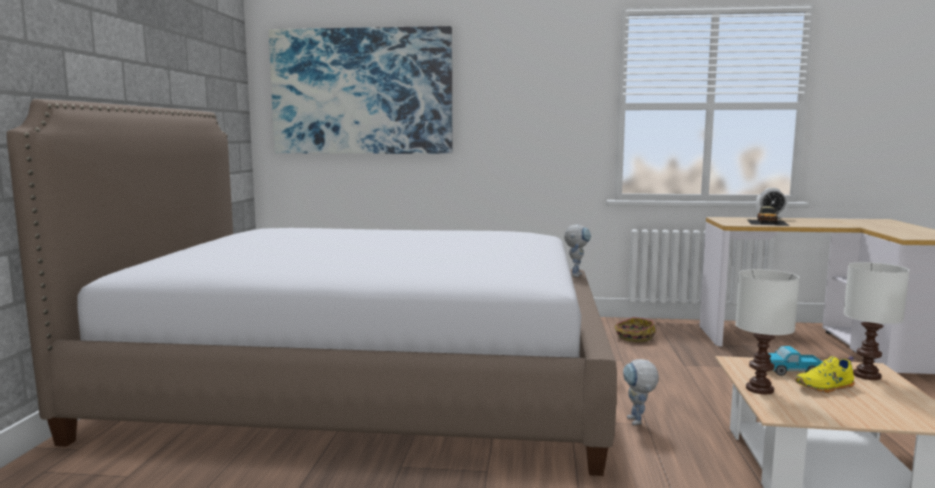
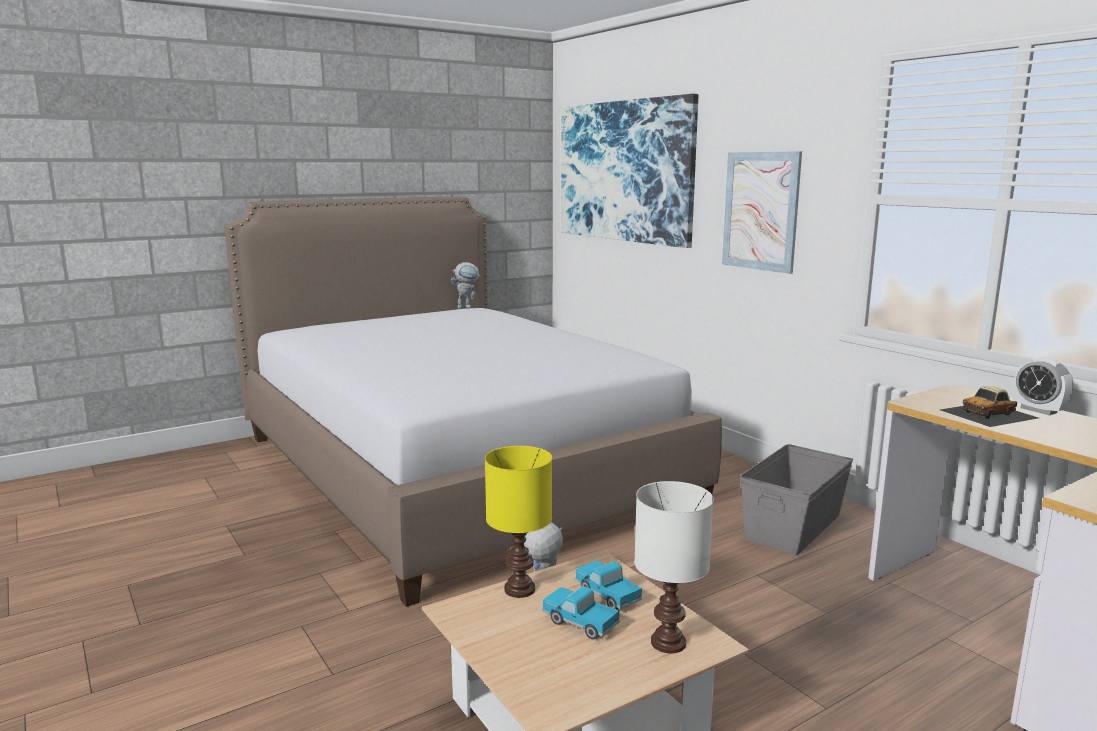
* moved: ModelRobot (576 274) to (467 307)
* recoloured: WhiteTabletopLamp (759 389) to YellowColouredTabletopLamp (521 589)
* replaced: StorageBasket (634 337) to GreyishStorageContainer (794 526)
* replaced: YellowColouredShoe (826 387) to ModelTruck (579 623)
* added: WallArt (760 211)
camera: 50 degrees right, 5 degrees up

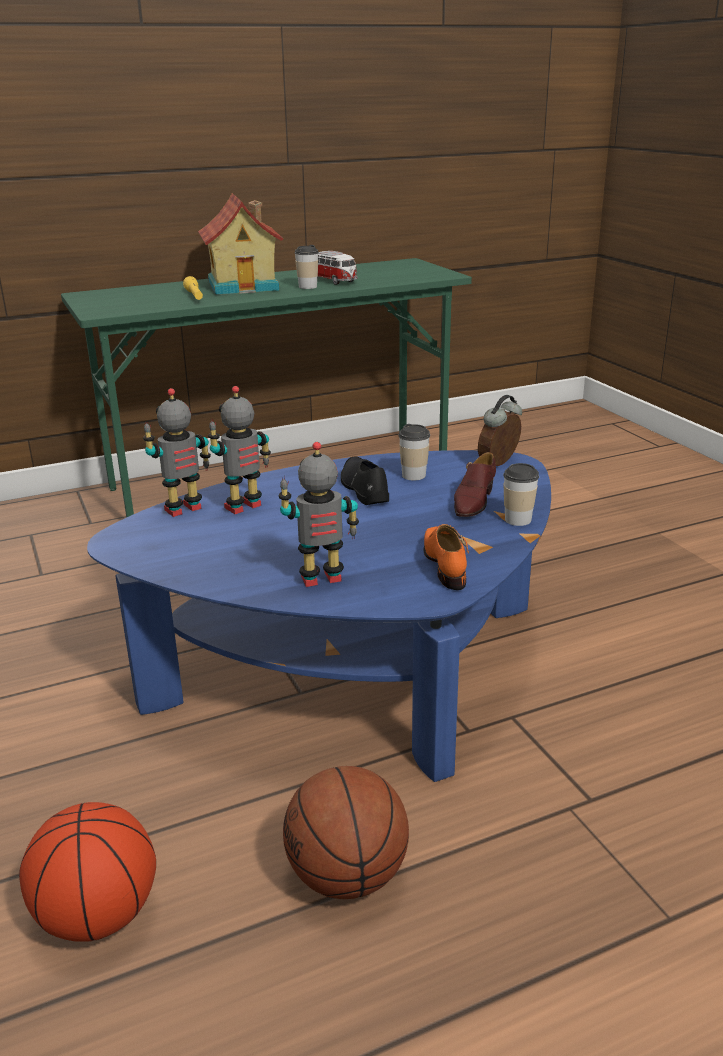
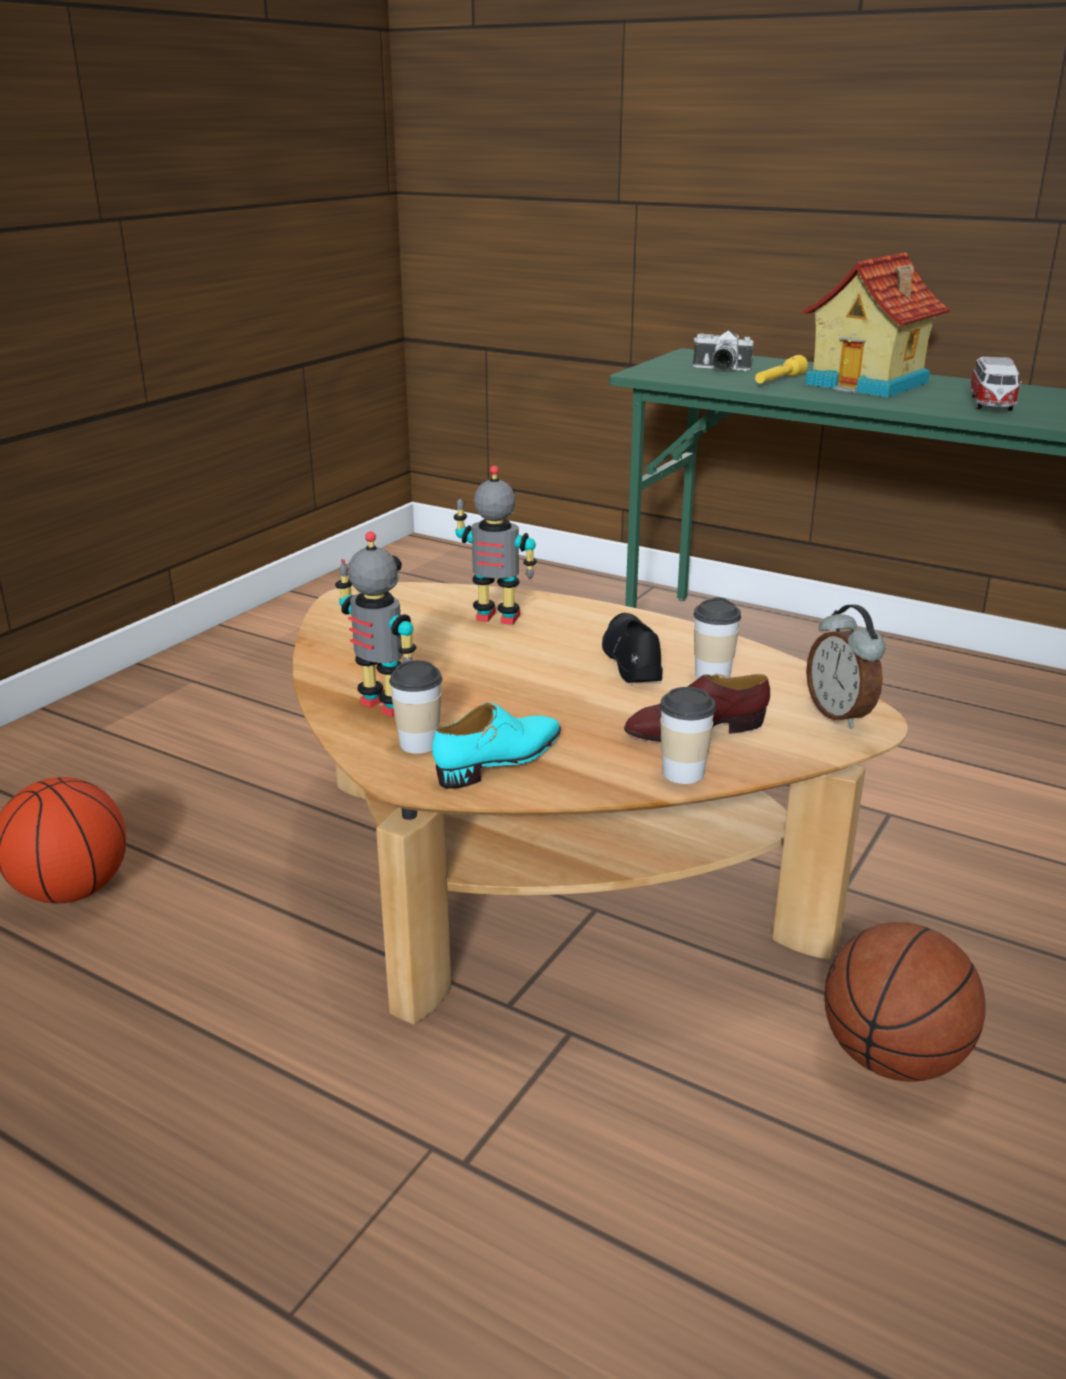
* moved: DrinkingCup (307 287) to (419 743)
* removed: ModelRobot (184 510)
* turned: AlarmClock (499 464) = (840 714) 120 degrees counterclockwise
* recoloured: BlueColouredCoffeeTable (356 666) to BrownColouredCoffeeTable (545 875)
* turned: BlackColouredShoe (364 488) = (632 659) 45 degrees counterclockwise
* recoloured: OrangeShoe (445 563) to BlueGreenShoe (500 760)
* moved: BallForBasketball (348 876) to (892 1059)
* added: PhotoCamera (720 369)
camera: 55 degrees right, 0 degrees up

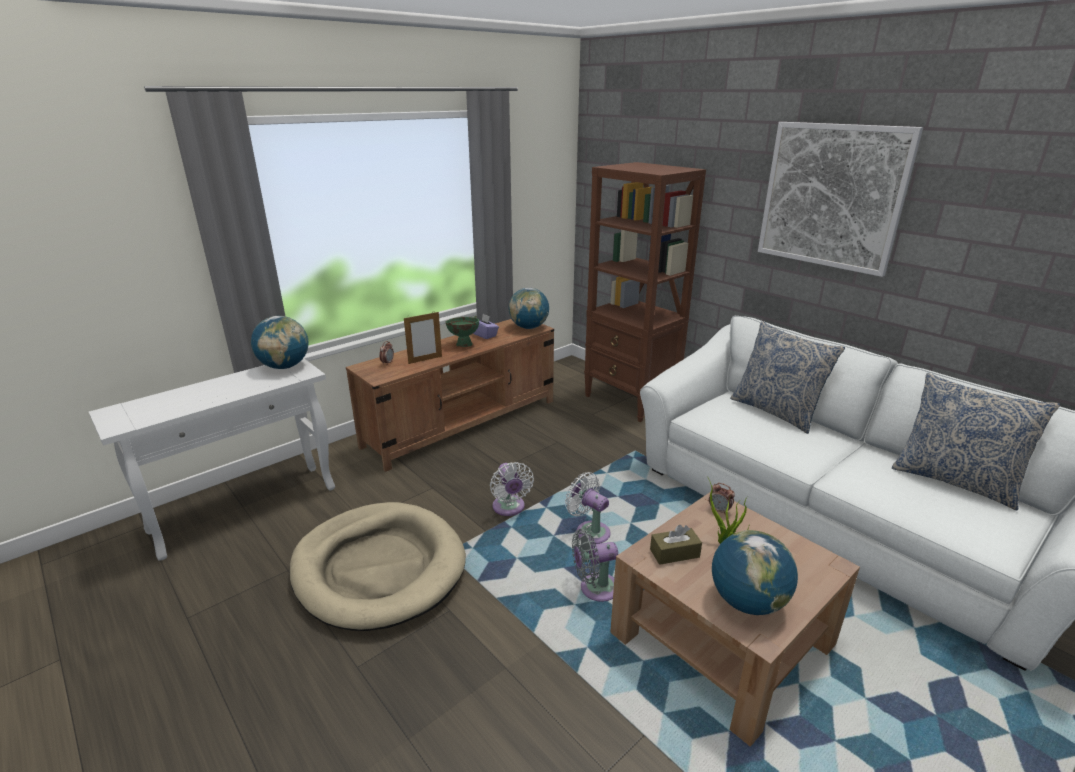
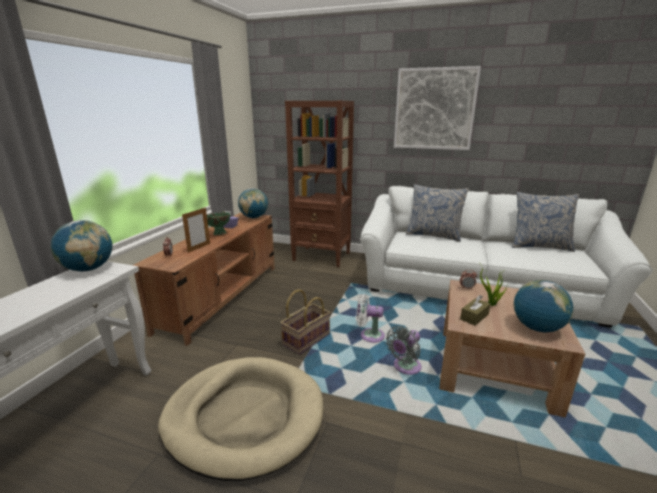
* replaced: WhiteElectricFan (509 508) to StorageBasket (306 339)
camera: 30 degrees left, 5 degrees down

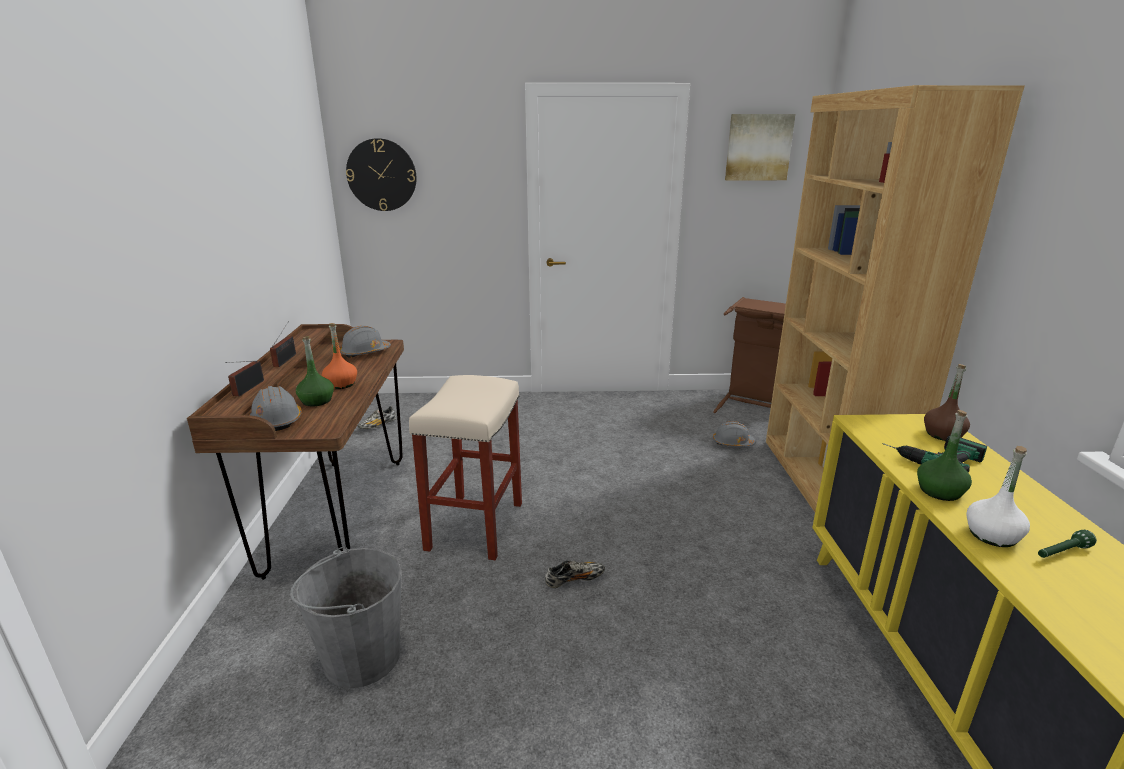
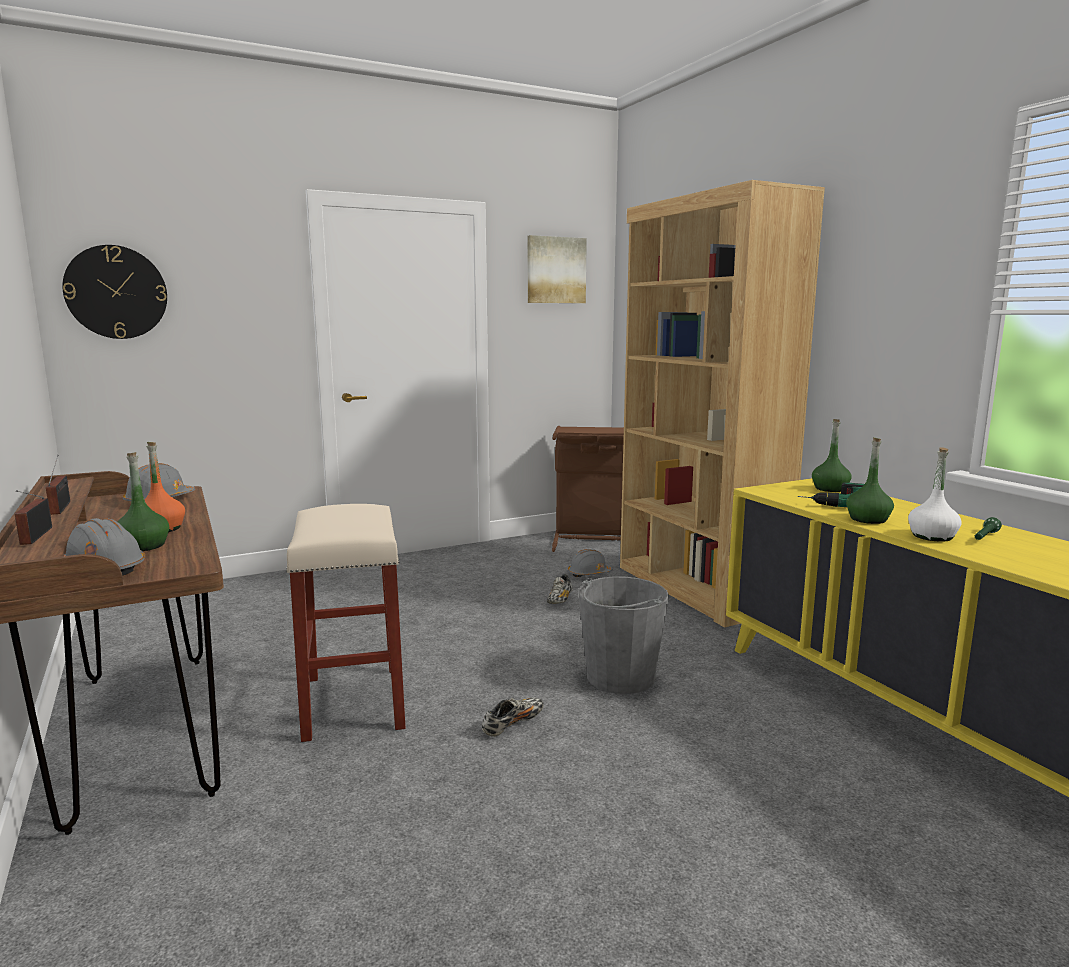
* recoloured: BrownColouredBottle (943 434) to GreenishBottle (830 489)
* moved: Shoe (378 425) to (560 600)
* moved: GreyishWaterBucket (361 657) to (620 677)
camera: 25 degrees left, 10 degrees down

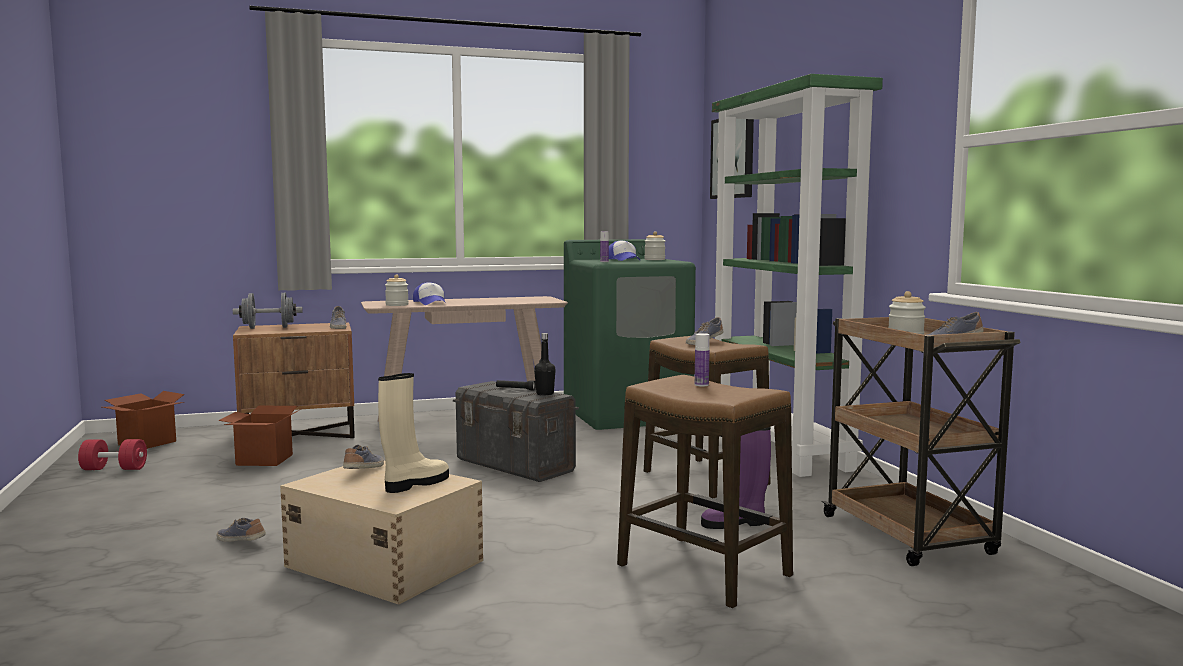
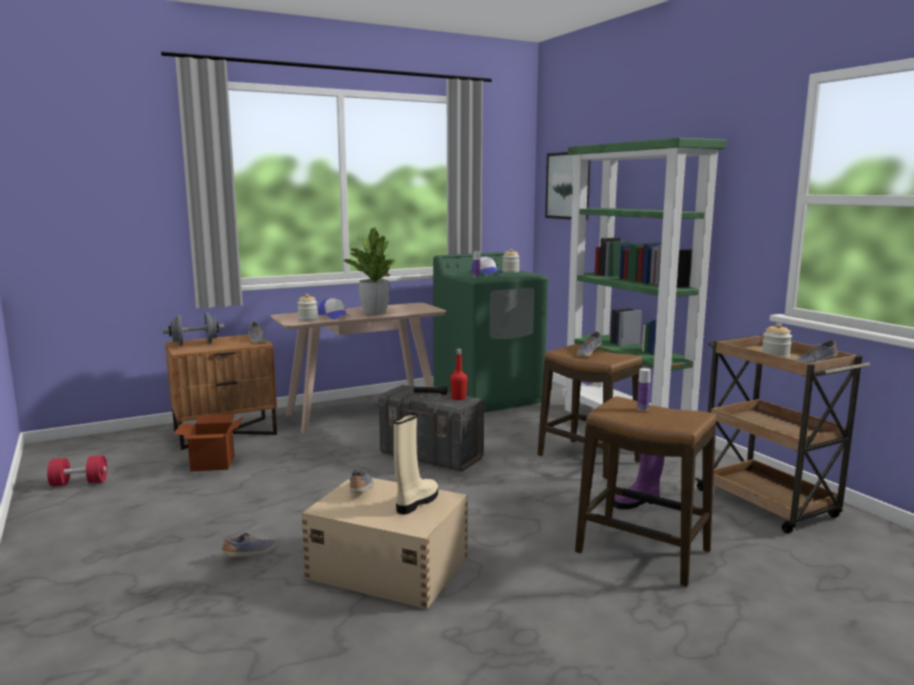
* recoloured: BlackColouredBottle (545 394) to RedColouredBottle (458 398)
* removed: CardboardBox (147 443)
* turned: Shoe (242 541) = (250 554) 120 degrees clockwise
* added: PlantInAPot (374 313)
camera: 10 degrees left, 5 degrees up

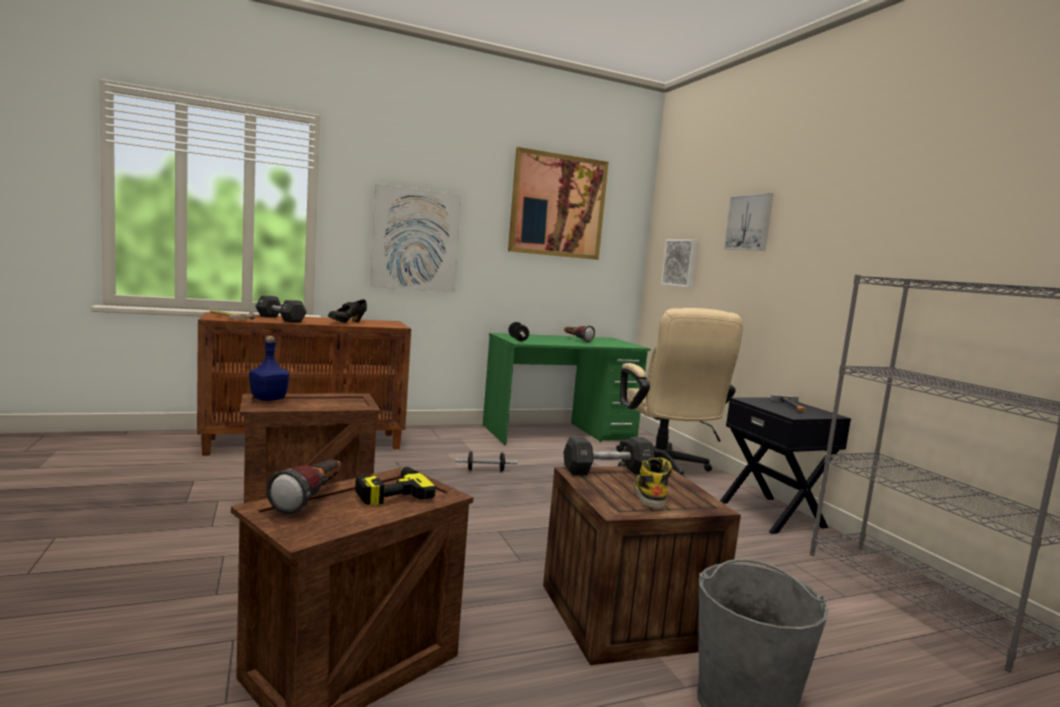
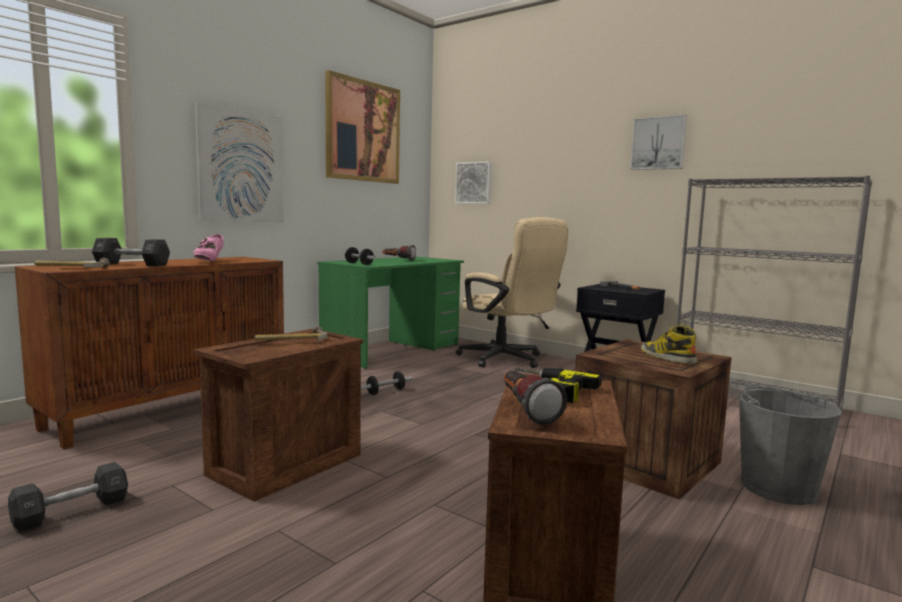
* moved: WallArt (750 222) to (658 143)
* recoloured: BlackColouredShoe (347 323) to PinkShoe (209 261)
* removed: BlueColouredBottle (268 399)
* moved: BlackColouredDumbbell (607 471) to (71 511)
* added: ToolHammer (291 340)
camera: 30 degrees left, 0 degrees up

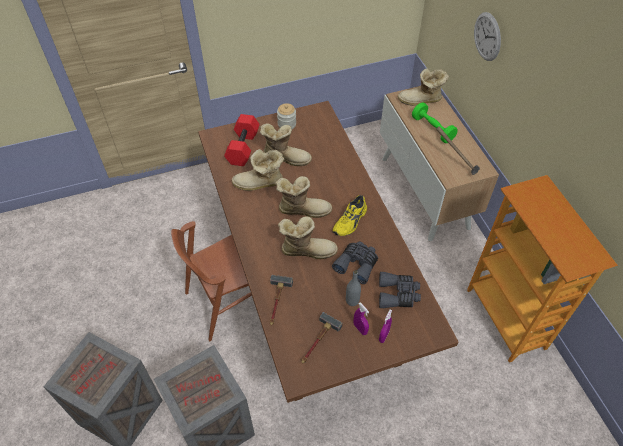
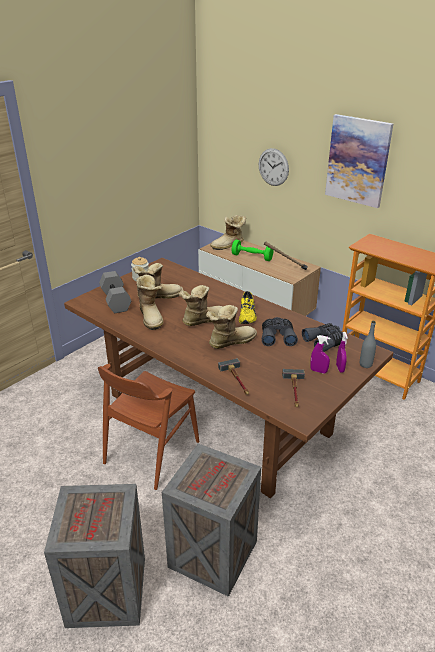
* recoloured: RedColouredDumbbell (244 148) to GreyishDumbbell (116 301)
* turned: Boot (260 184) = (151 317) 75 degrees counterclockwise
* moved: GreyishBottle (352 300) to (365 364)
* added: WallArt (358 161)
camera: 30 degrees left, 20 degrees down

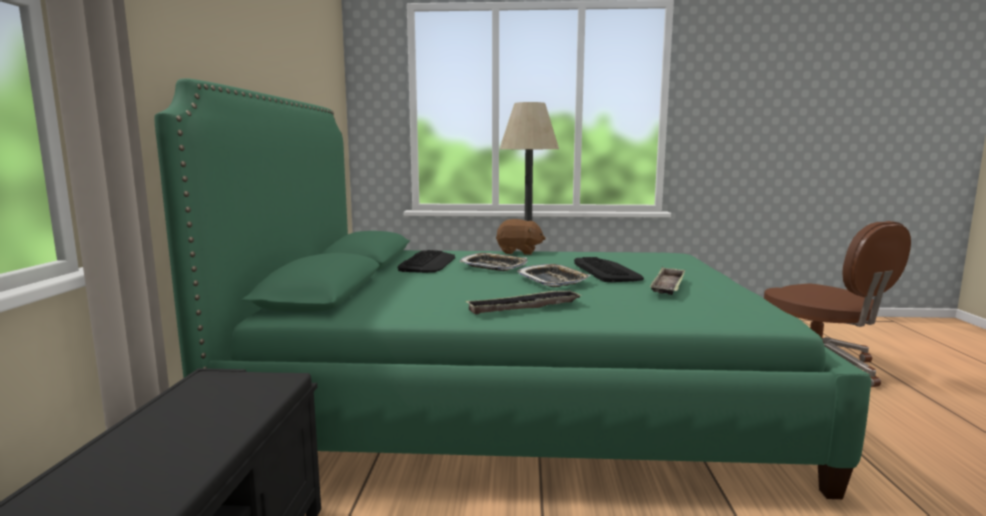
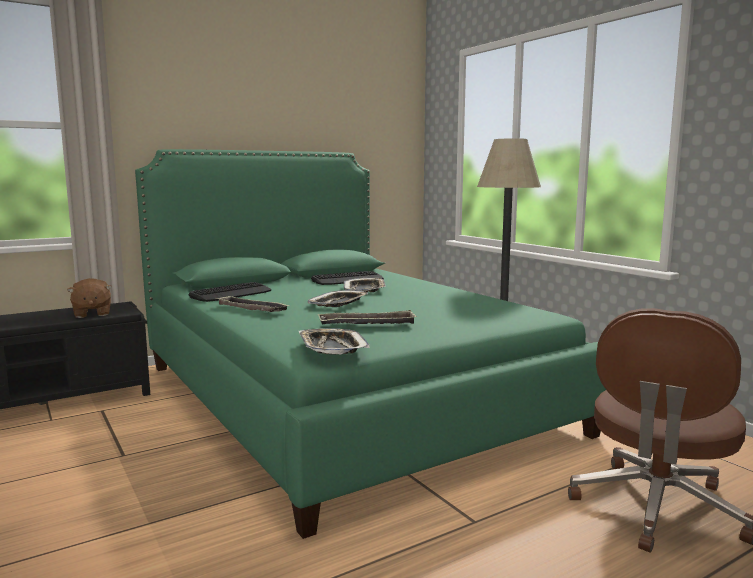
* moved: BrownColouredPlushToy (519 252) to (91 313)
* moved: ComputerKeyboard (606 271) to (231 293)
* added: Tray (332 347)
camera: 55 degrees right, 0 degrees up

